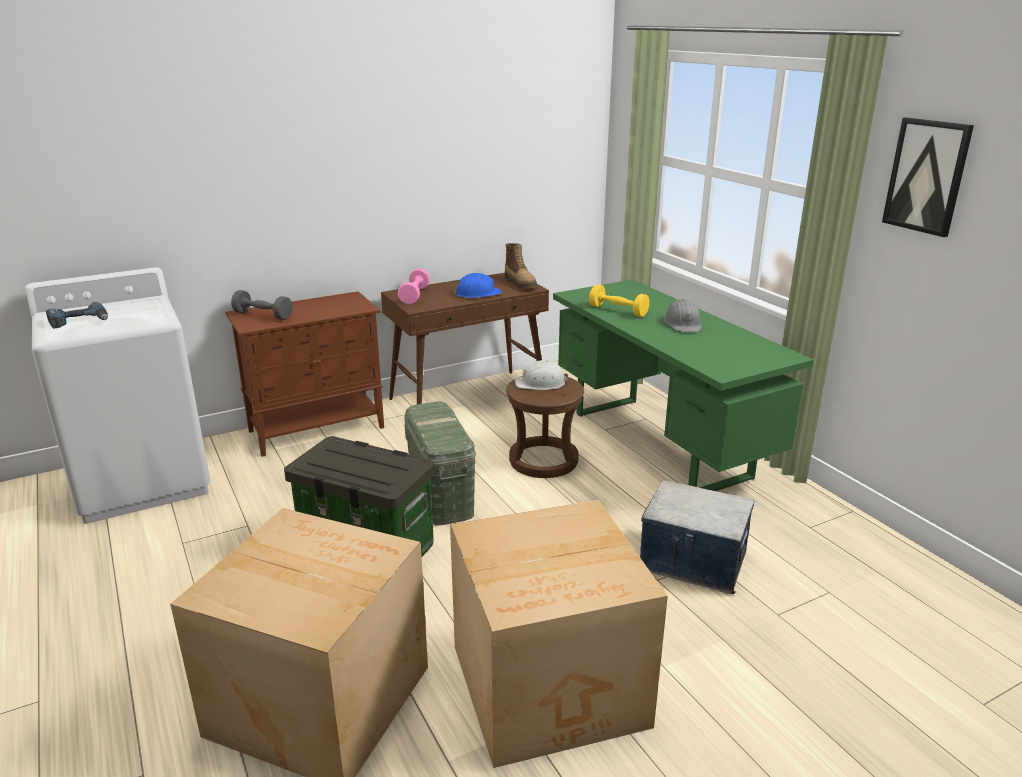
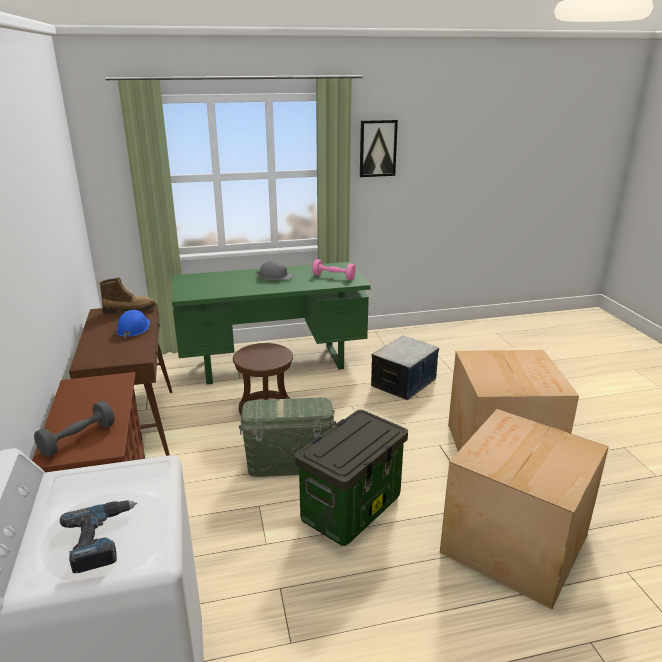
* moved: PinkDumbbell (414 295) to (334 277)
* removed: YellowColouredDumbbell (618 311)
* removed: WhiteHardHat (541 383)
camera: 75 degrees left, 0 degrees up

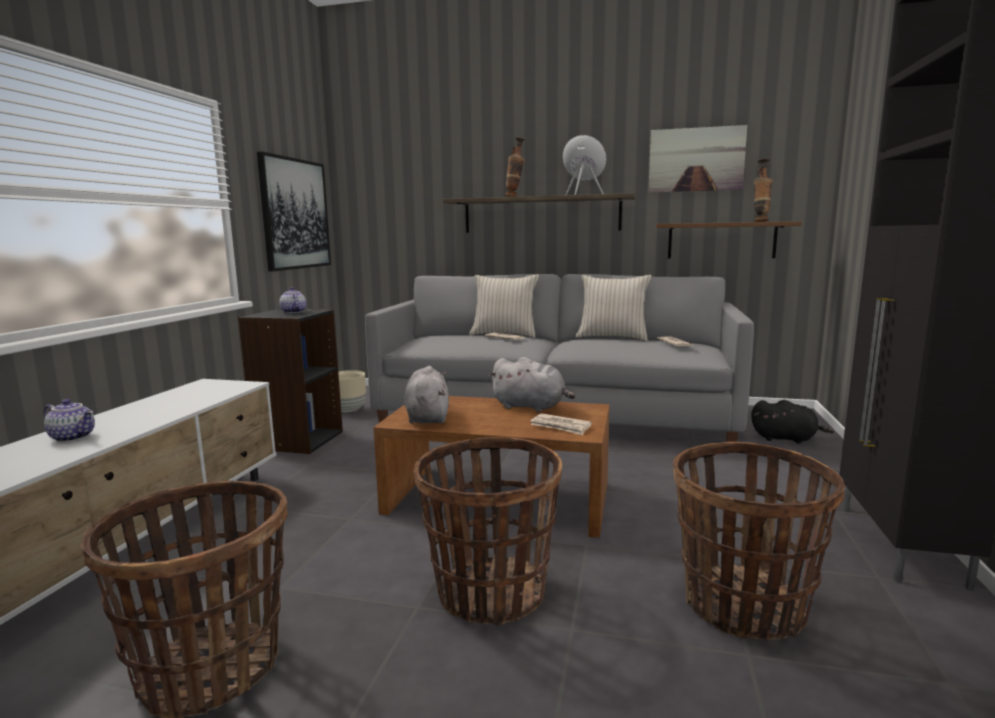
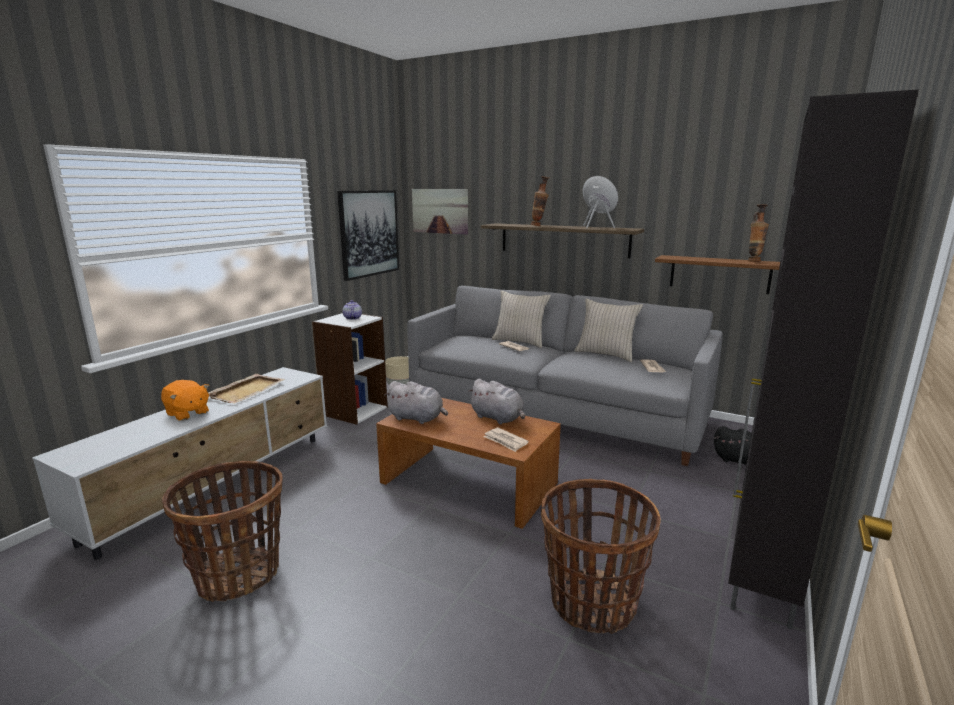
* moved: WallArt (696 159) to (440 211)
* recoloured: BlackColouredBookcase (298 440) to WhiteBookcase (354 411)
* turned: GreyishPlushToy (427 417) = (417 418) 105 degrees clockwise
* replaced: Teapot (74 437) to OrangePlushToy (187 413)
* removed: StorageBasket (490 593)
* added: BeigeColouredTray (247 390)
camera: 15 degrees right, 5 degrees up

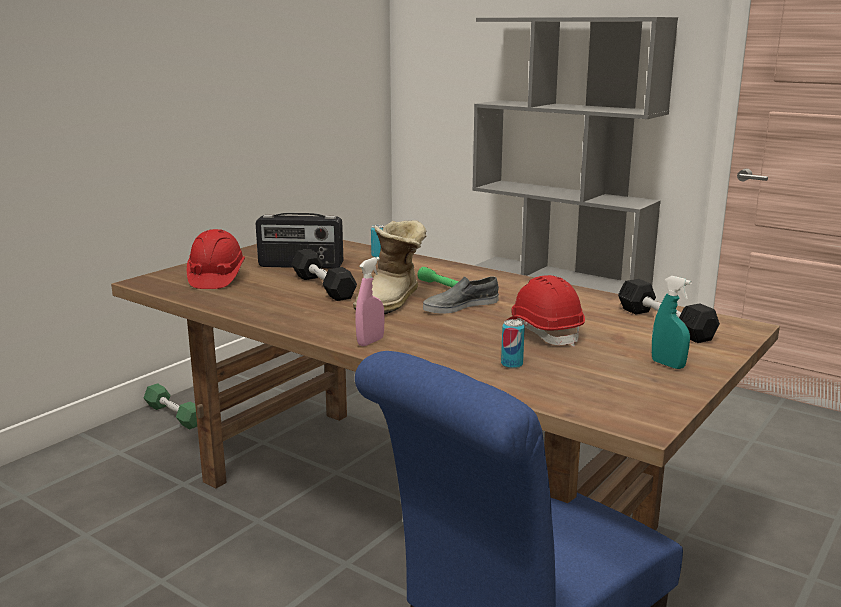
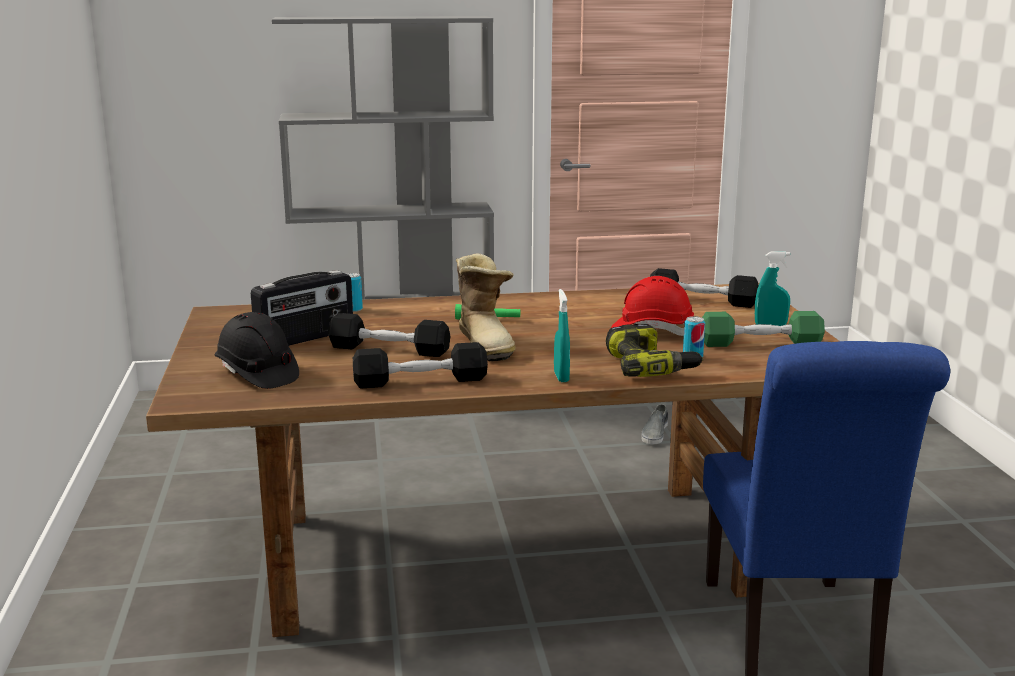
* recoloured: RedColouredHardHat (216 278) to BlackColouredHardHat (257 374)
* recoloured: PinkSprayBottle (370 342) to BlueGreenSprayBottle (561 377)
* moved: GreyishShoe (460 306) to (655 433)
* moved: GreenishDumbbell (174 415) to (760 343)
* added: Drill (650 366)
* added: BlackColouredDumbbell (420 381)
camera: 45 degrees left, 0 degrees up

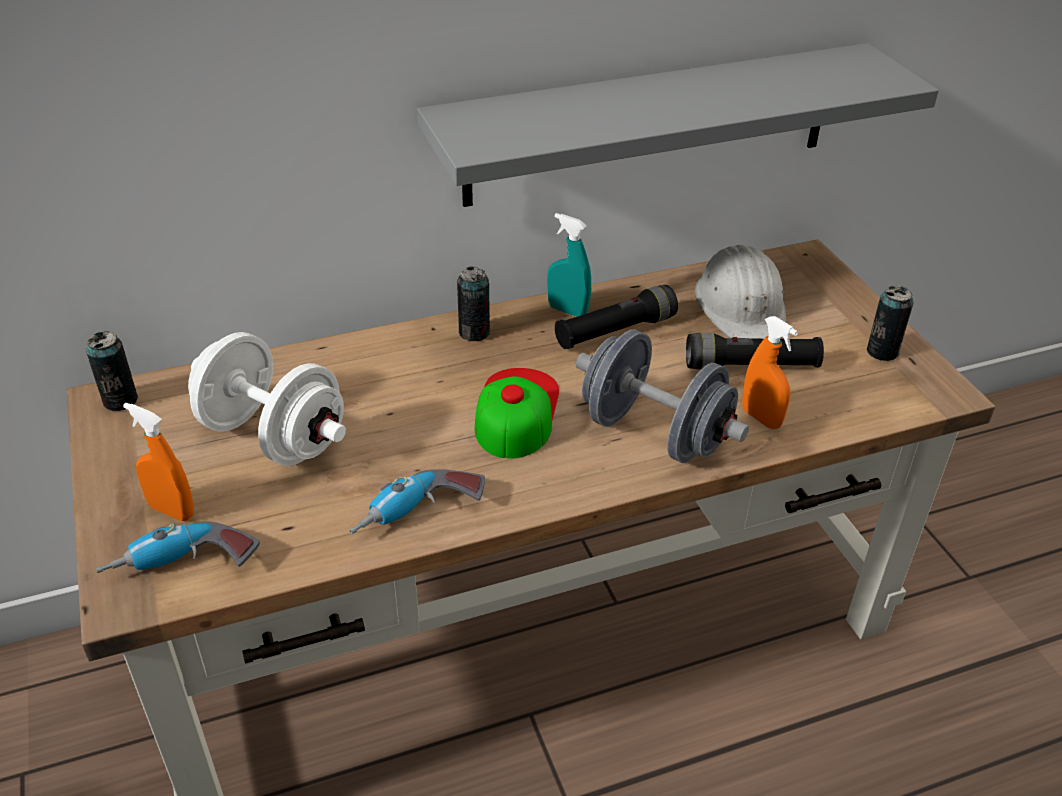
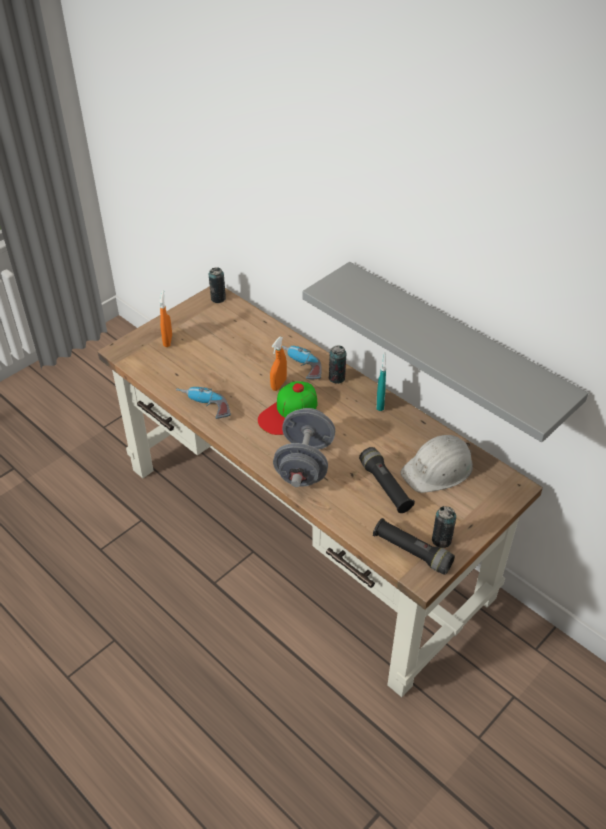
* moved: BlackColouredHandTorch (615 331) to (412 552)
* moved: OrangeSprayBottle (761 418) to (278 384)
* removed: WhiteDumbbell (273 436)
* turned: Cap (516 411) = (288 412) 150 degrees clockwise
* moved: Drill (182 567) to (300 366)
camera: 65 degrees right, 5 degrees up

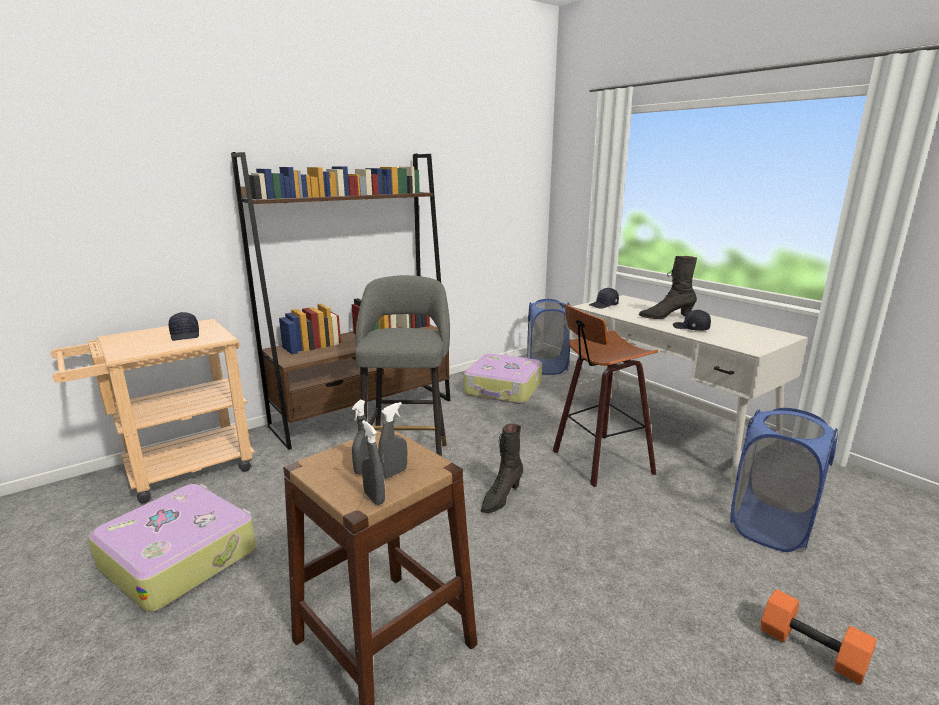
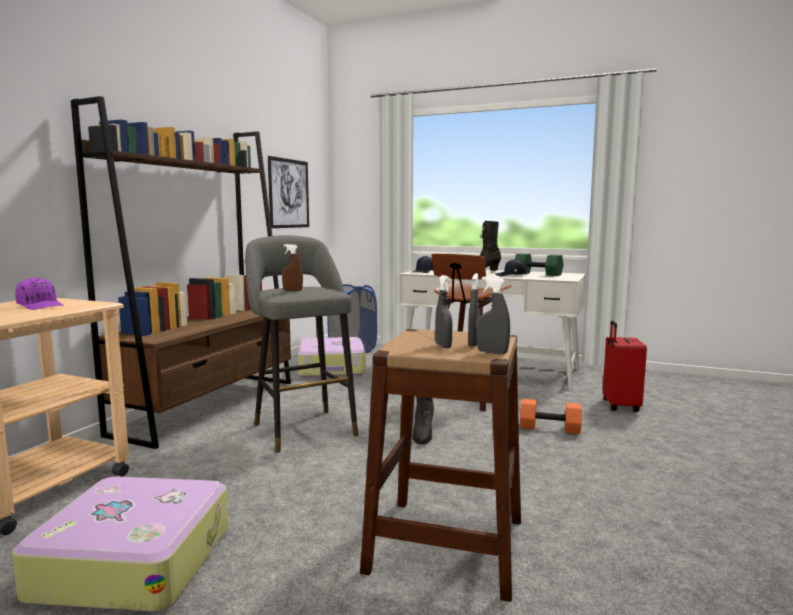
* recoloured: BlackColouredCap (185 335) to PurpleCap (41 306)
* replaced: BlueColouredWashingBasket (770 527) to RedColouredTravelCase (619 406)
* moved: OrangeDumbbell (813 649) to (550 428)
* added: WallArt (289 193)
* added: BrownColouredSprayBottle (292 290)
* added: GreenishDumbbell (537 274)
camera: 30 degrees left, 10 degrees down

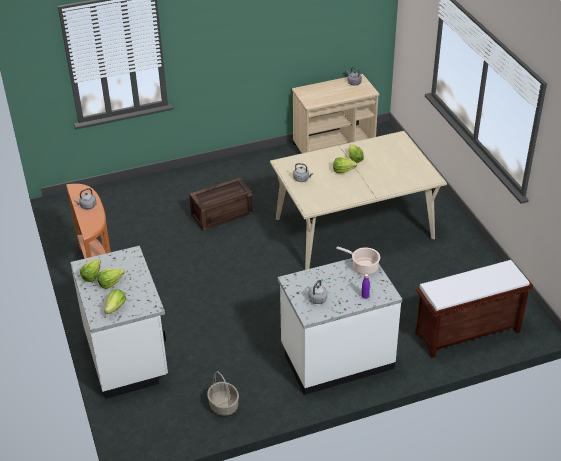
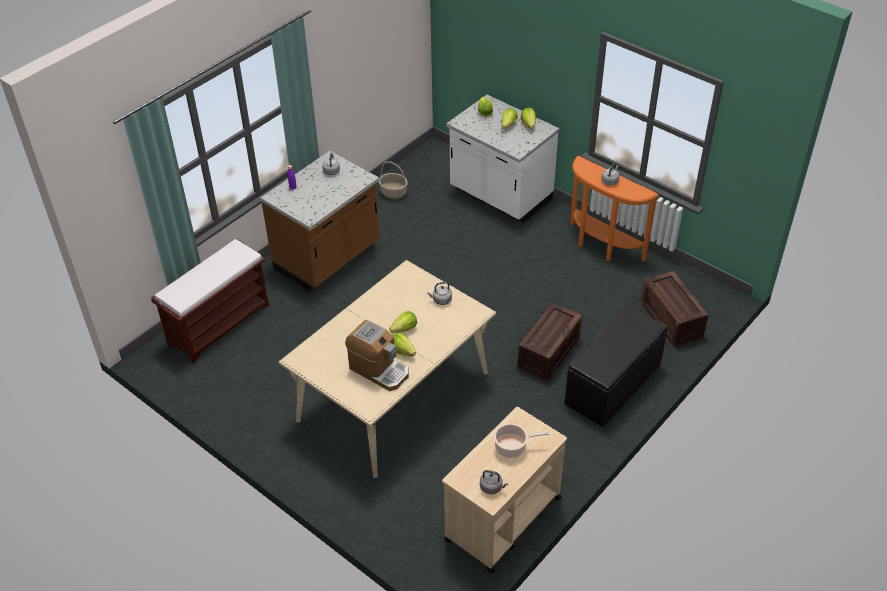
* moved: Saucepot (363 267) to (512 447)
* recoloured: WhiteCounter (336 357) to BrownColouredCounter (328 258)
* added: PackingCrate (672 320)
* added: BlackColouredLongSeat (613 384)
* added: CoffeeBrewer (379 370)
camera: 150 degrees right, 5 degrees up

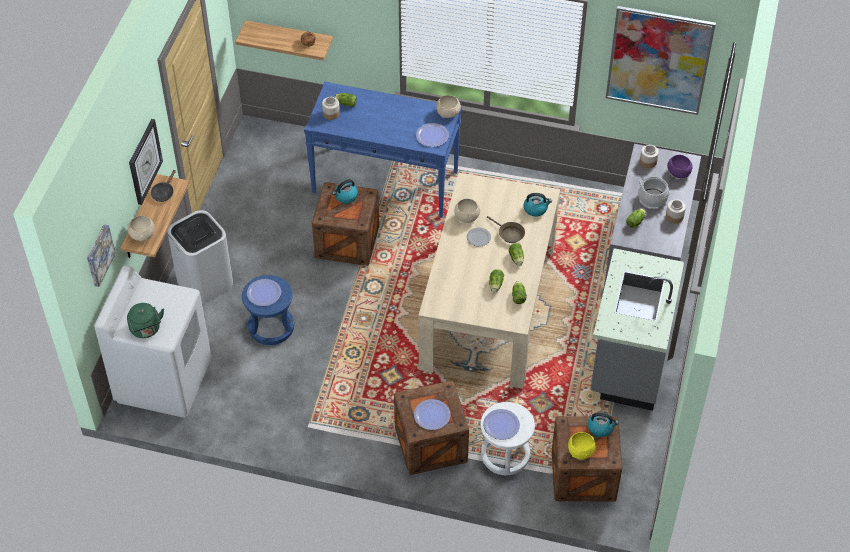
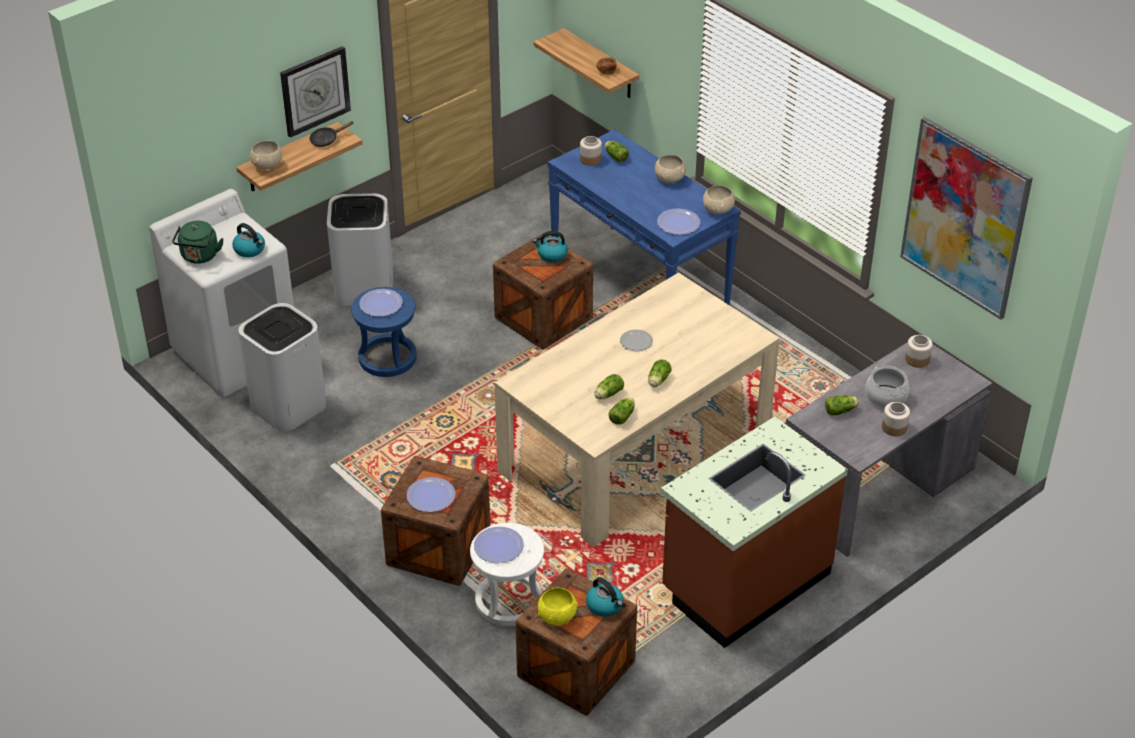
* removed: PurpleDeepDish (678 173)
* moved: Kettle (536 209) to (250 250)
* moved: BeigeColouredDeepDish (467 217) to (670 179)
* removed: BrownColouredFryingPan (509 234)
* removed: WallArt (98 255)
* recoloured: GreyishCounter (628 361) to BrownColouredCounter (744 583)
* added: WhiteWasteBin (288 405)
camera: 35 degrees right, 10 degrees down

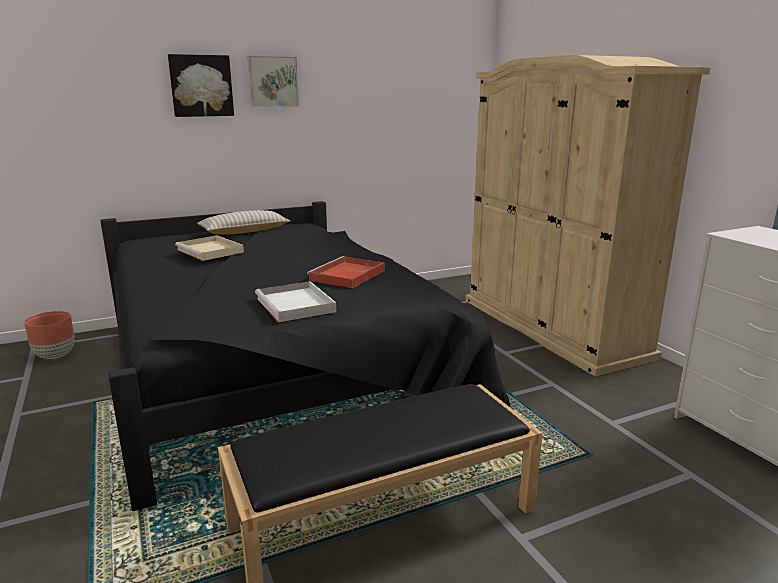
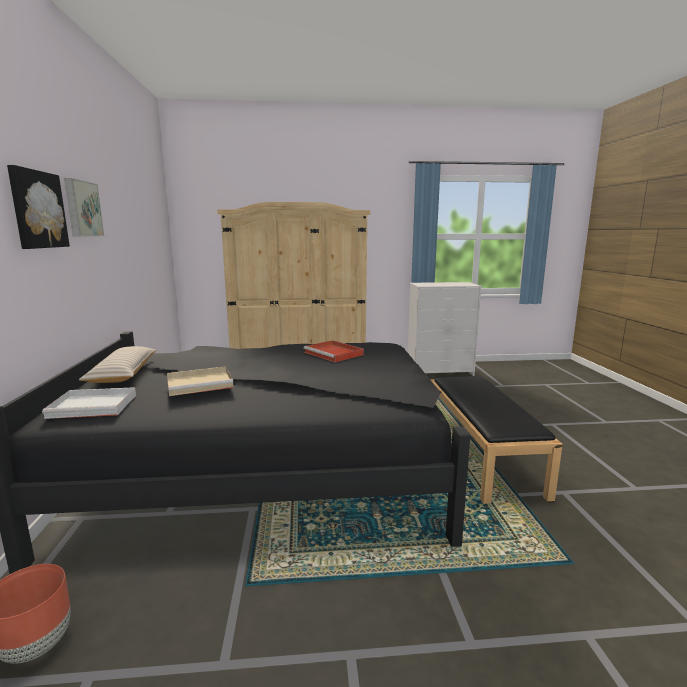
* moved: WhiteTray (296 305) to (95 406)
camera: 70 degrees left, 5 degrees down

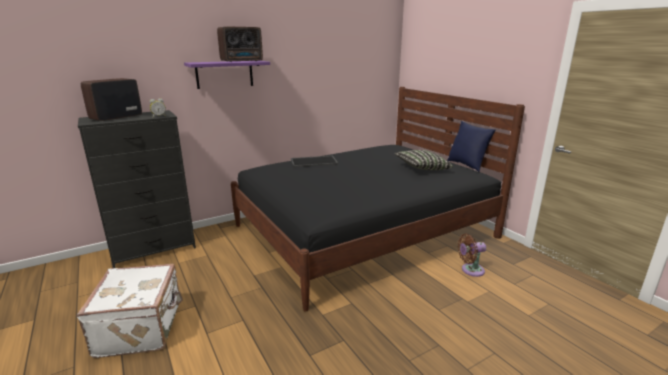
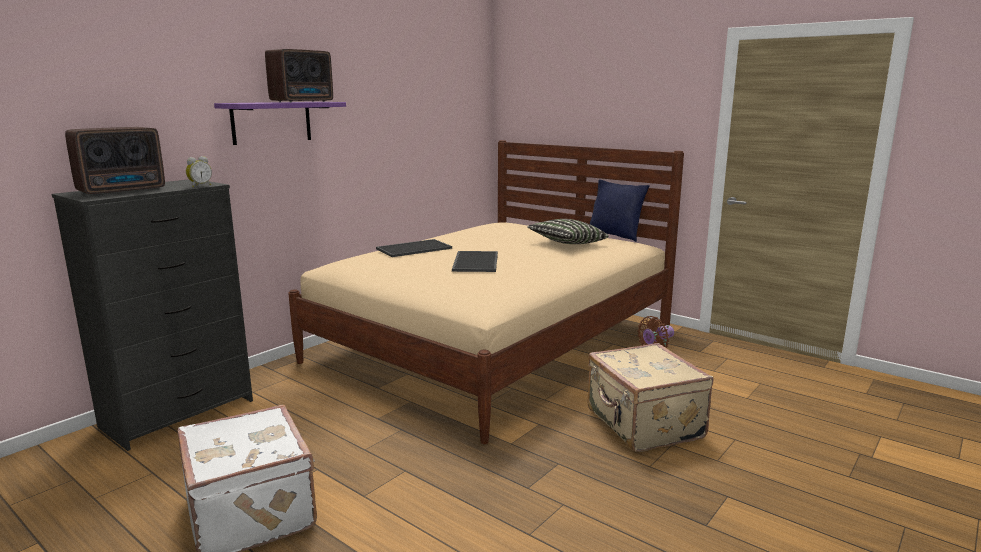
* turned: RadioReceiver (115 117) = (124 190) 150 degrees counterclockwise
* recoloured: BlackColouredBedroomBed (364 231) to BeigeColouredBedroomBed (495 343)
* added: Tray (474 261)
* added: BeigeColouredTravelCase (643 425)
camera: 20 degrees left, 5 degrees down

